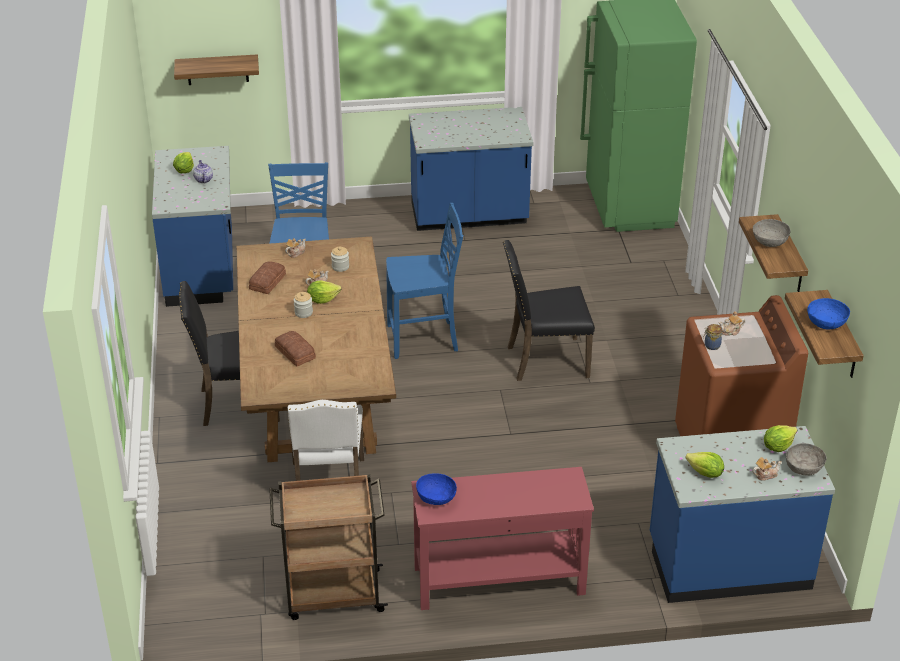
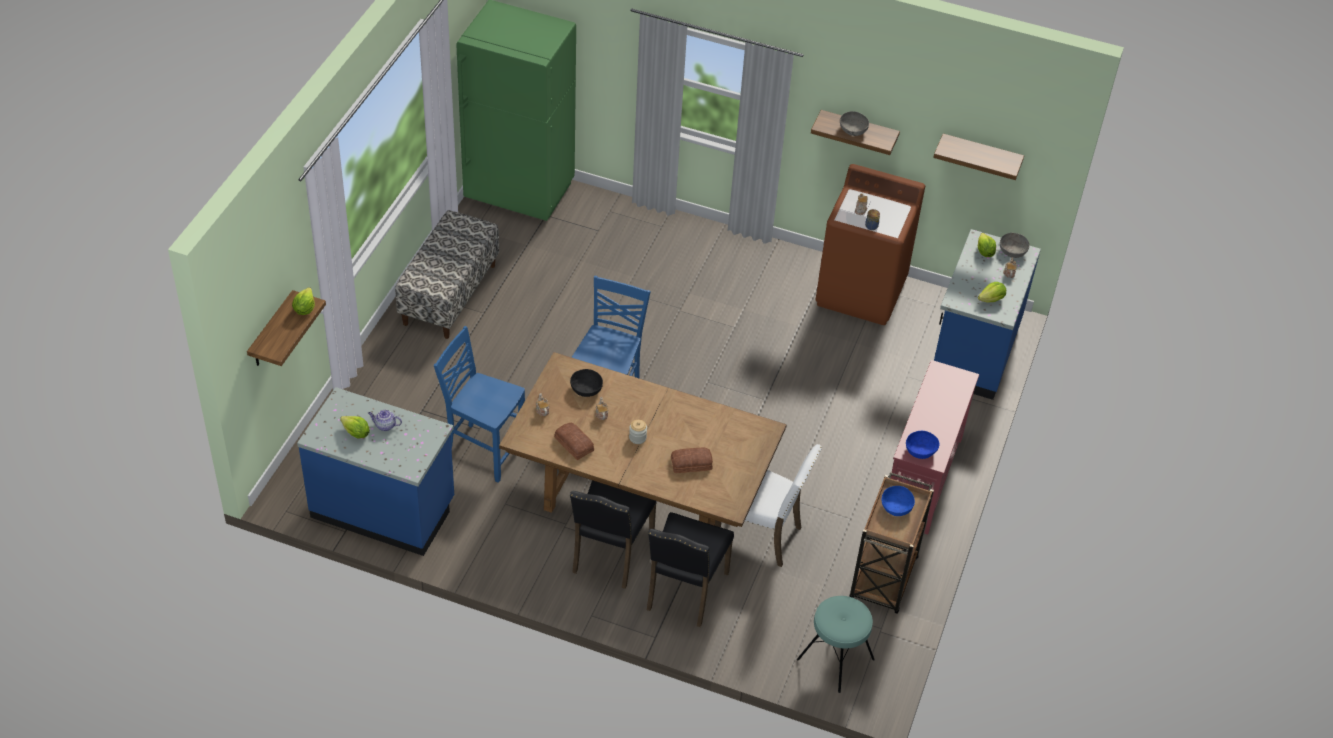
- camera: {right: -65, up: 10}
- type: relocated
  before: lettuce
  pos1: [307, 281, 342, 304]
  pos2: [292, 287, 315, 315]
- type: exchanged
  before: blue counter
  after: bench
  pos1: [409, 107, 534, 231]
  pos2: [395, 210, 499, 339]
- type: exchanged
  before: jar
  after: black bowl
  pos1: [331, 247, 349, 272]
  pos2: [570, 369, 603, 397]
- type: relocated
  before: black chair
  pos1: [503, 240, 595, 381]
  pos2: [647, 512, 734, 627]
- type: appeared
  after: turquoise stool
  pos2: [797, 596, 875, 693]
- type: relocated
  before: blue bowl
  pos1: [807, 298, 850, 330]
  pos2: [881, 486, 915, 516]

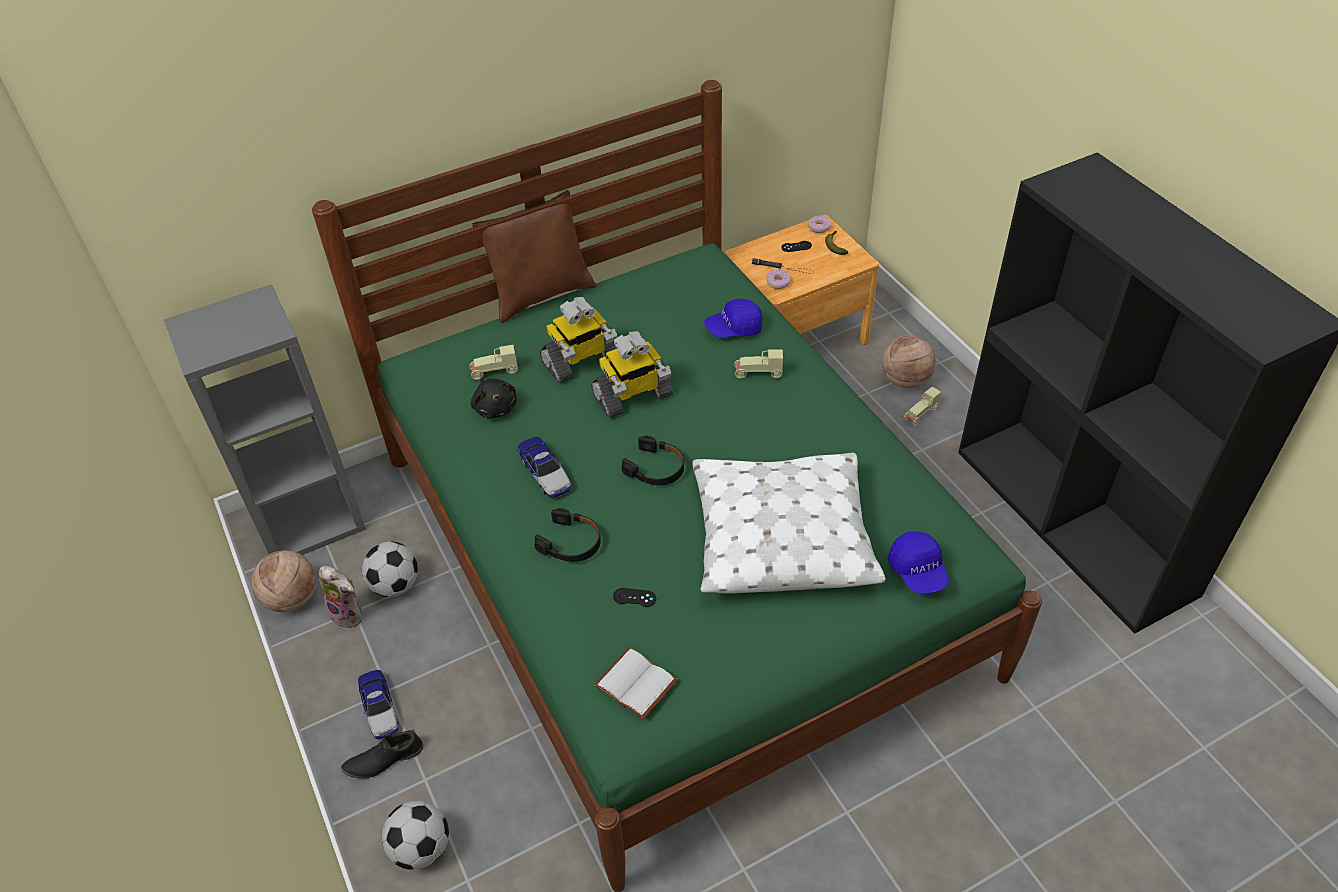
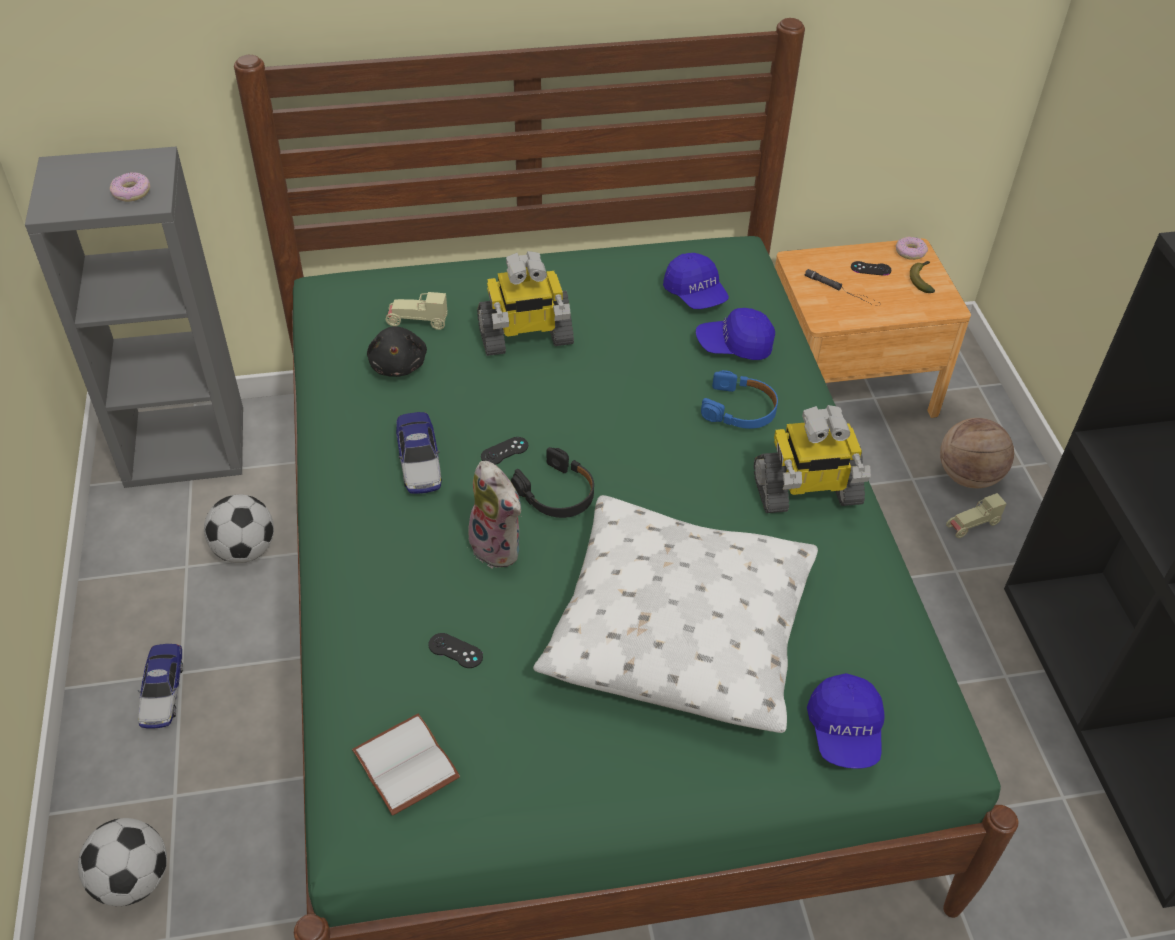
- camera: {right: 15, up: 0}
- type: relocated
  before: donut
  pos1: [766, 269, 791, 289]
  pos2: [110, 172, 151, 202]
- type: relocated
  before: plush toy
  pos1: [319, 566, 363, 629]
  pos2: [466, 461, 522, 568]
- type: appeared
  after: black game controller
  pos2: [481, 437, 528, 465]
- type: appeared
  after: blue cap
  pos2: [663, 253, 729, 309]
- type: exchanged
  before: beige toy car
  after: blue headphones
  pos1: [734, 349, 783, 379]
  pos2: [701, 370, 778, 429]
- type: relocated
  before: toy robot
  pos1: [591, 331, 673, 418]
  pos2: [754, 405, 871, 513]
- type: missing
  before: basketball
  pos1: [252, 550, 316, 612]
- type: missing
  before: black shoe
  pos1: [341, 729, 423, 779]
- type: missing
  before: brown pillow
  pos1: [472, 190, 597, 323]
- type: missing
  before: black headphones
  pos1: [534, 508, 601, 562]

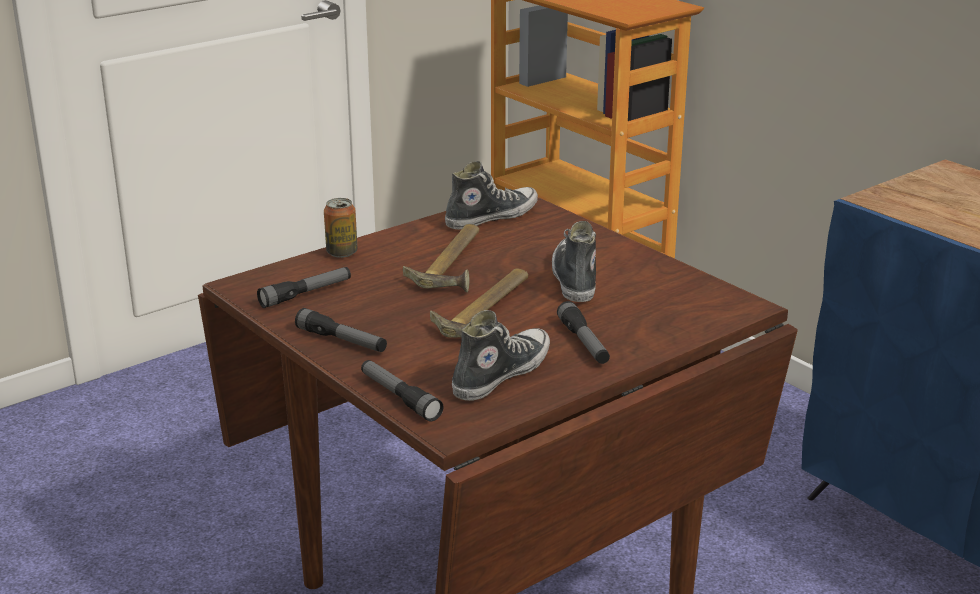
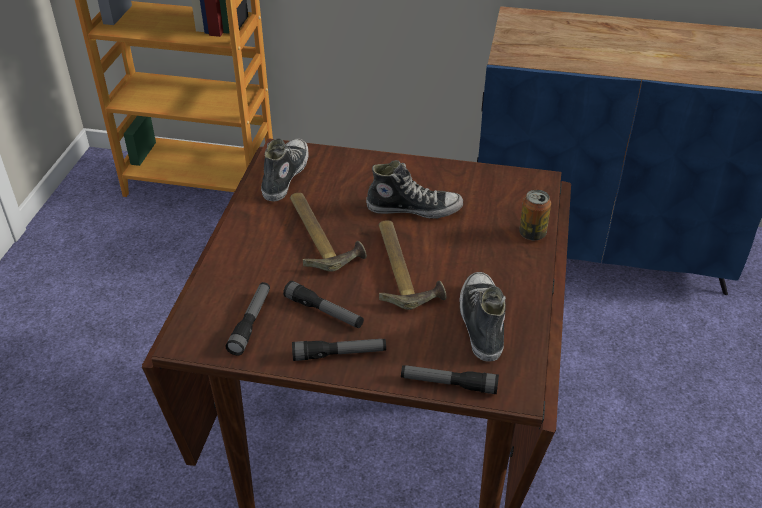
- camera: {right: -40, up: 15}
- type: relocated
  before: flashlight
  pos1: [557, 301, 610, 364]
  pos2: [283, 281, 364, 328]
- type: spun
  before: shoe
  pos1: [552, 221, 596, 302]
  pos2: [366, 160, 463, 219]
  turn: 135
- type: relocated
  before: can
  pos1: [324, 198, 358, 258]
  pos2: [519, 190, 551, 240]

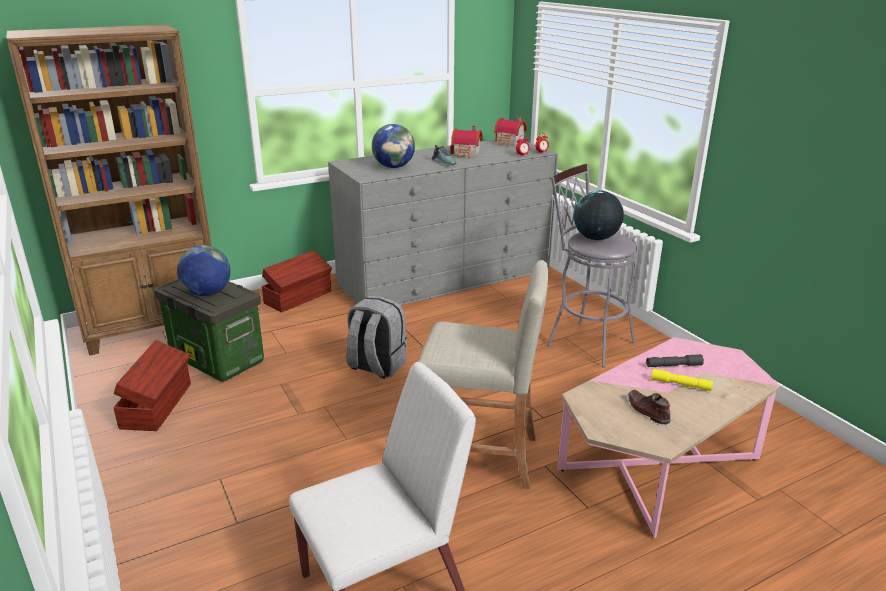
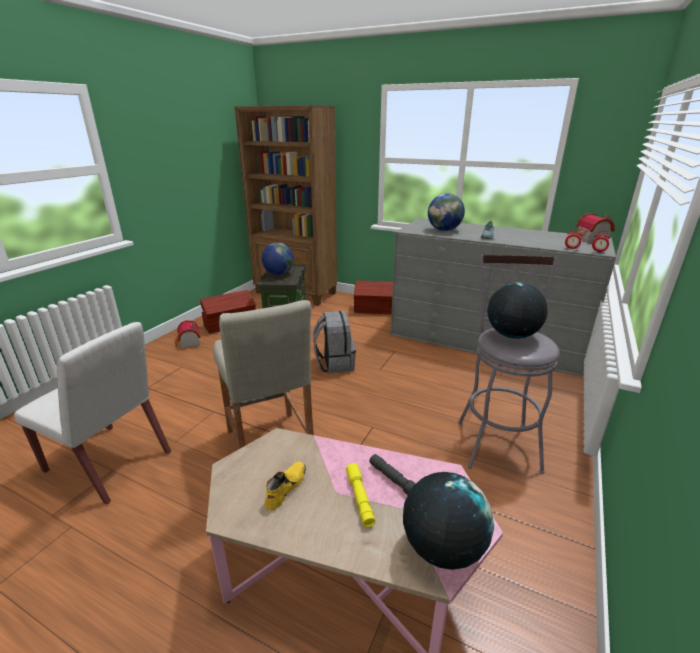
- camera: {right: 55, up: 0}
- type: relocated
  before: toy house
  pos1: [451, 126, 483, 159]
  pos2: [175, 320, 200, 349]
- type: colour
  before: brown shoe
  after: yellow shoe
  pos1: [629, 390, 670, 425]
  pos2: [264, 462, 306, 510]
- type: appeared
  after: globe
  pos2: [403, 472, 494, 570]

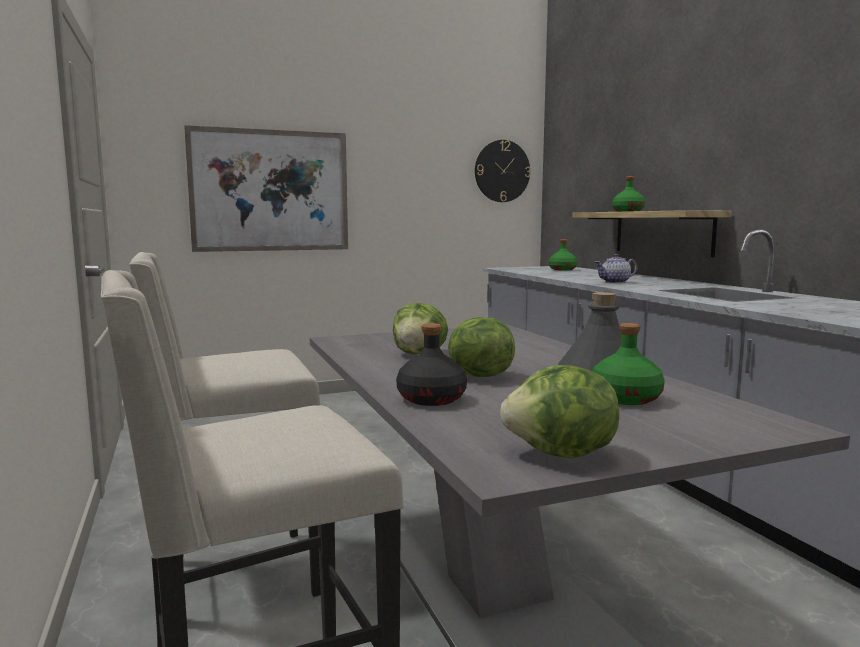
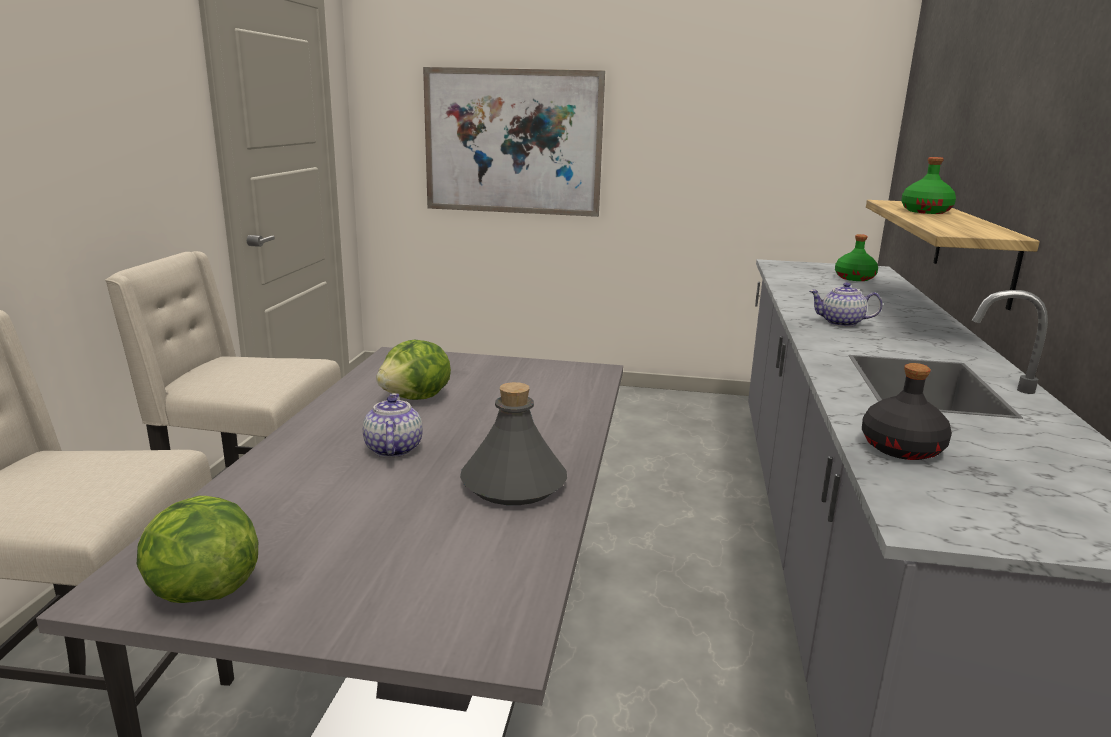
- camera: {right: 30, up: 10}
- type: exchanged
  before: lettuce
  after: teapot
  pos1: [448, 317, 515, 377]
  pos2: [363, 393, 423, 458]
- type: relocated
  before: black bottle
  pos1: [396, 323, 467, 406]
  pos2: [862, 363, 952, 460]
- type: missing
  before: wall clock
  pos1: [475, 140, 531, 202]
- type: missing
  before: green bottle
  pos1: [592, 323, 665, 405]

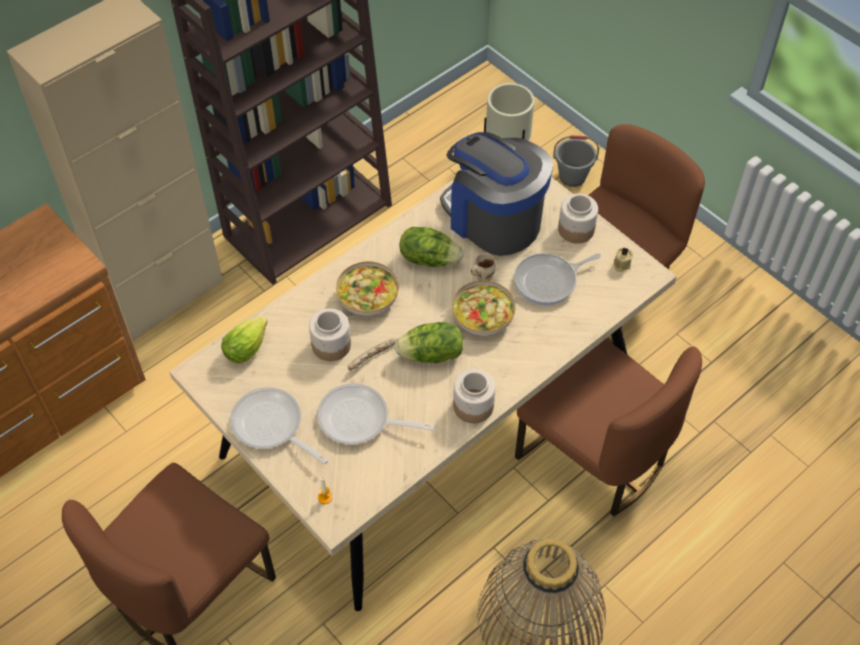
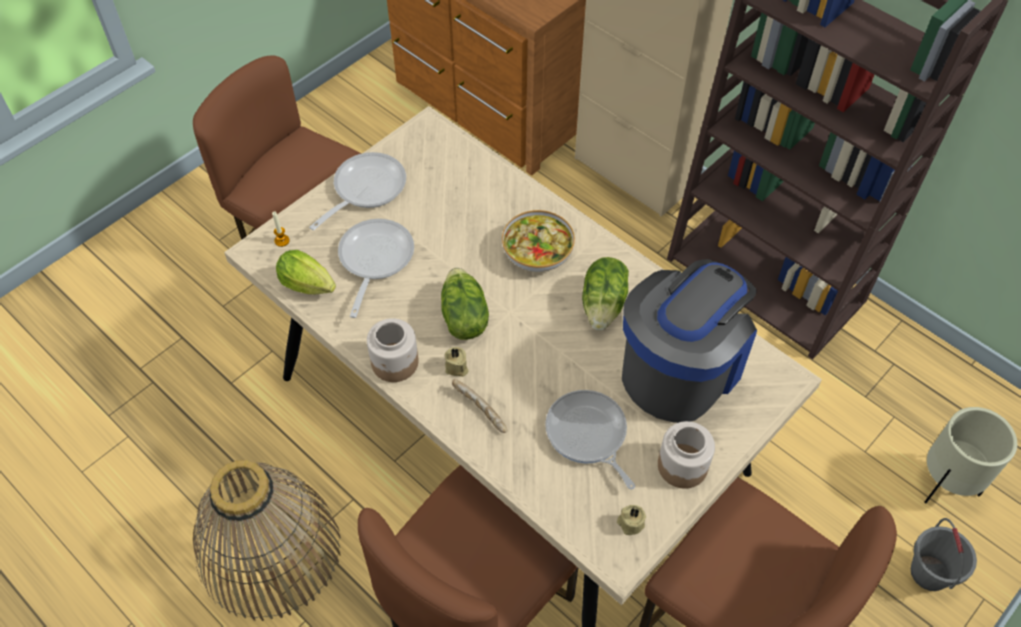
- camera: {right: 85, up: 0}
- type: relocated
  before: lettuce
  pos1: [221, 316, 267, 364]
  pos2: [276, 250, 336, 295]
- type: appeared
  after: beige candle
  pos2: [445, 347, 468, 377]
- type: relocated
  before: bread
  pos1: [348, 338, 398, 370]
  pos2: [452, 379, 507, 433]
- type: missing
  before: jar
  pos1: [309, 309, 351, 361]
- type: missing
  before: bowl
  pos1: [452, 280, 515, 336]
- type: missing
  before: beige mug
  pos1: [471, 253, 496, 281]

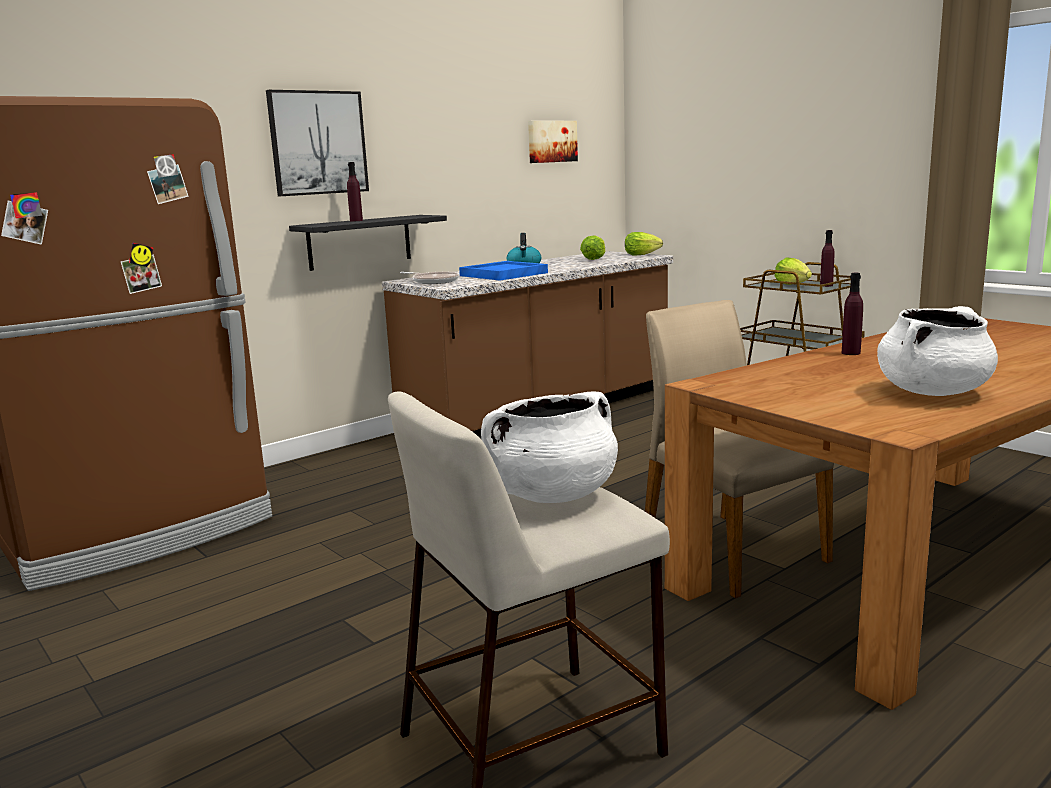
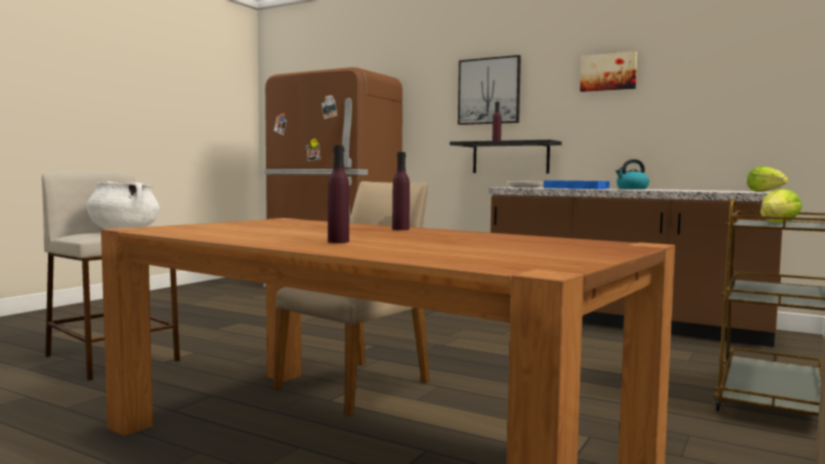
- camera: {right: 70, up: -10}
- type: relocated
  before: purple bottle
  pos1: [820, 230, 835, 287]
  pos2: [328, 145, 349, 243]
- type: relocated
  before: picture
  pos1: [528, 121, 578, 163]
  pos2: [580, 51, 637, 92]
- type: missing
  before: lettuce
  pos1: [580, 235, 605, 260]
- type: missing
  before: white cooking pot
  pos1: [877, 306, 998, 396]

